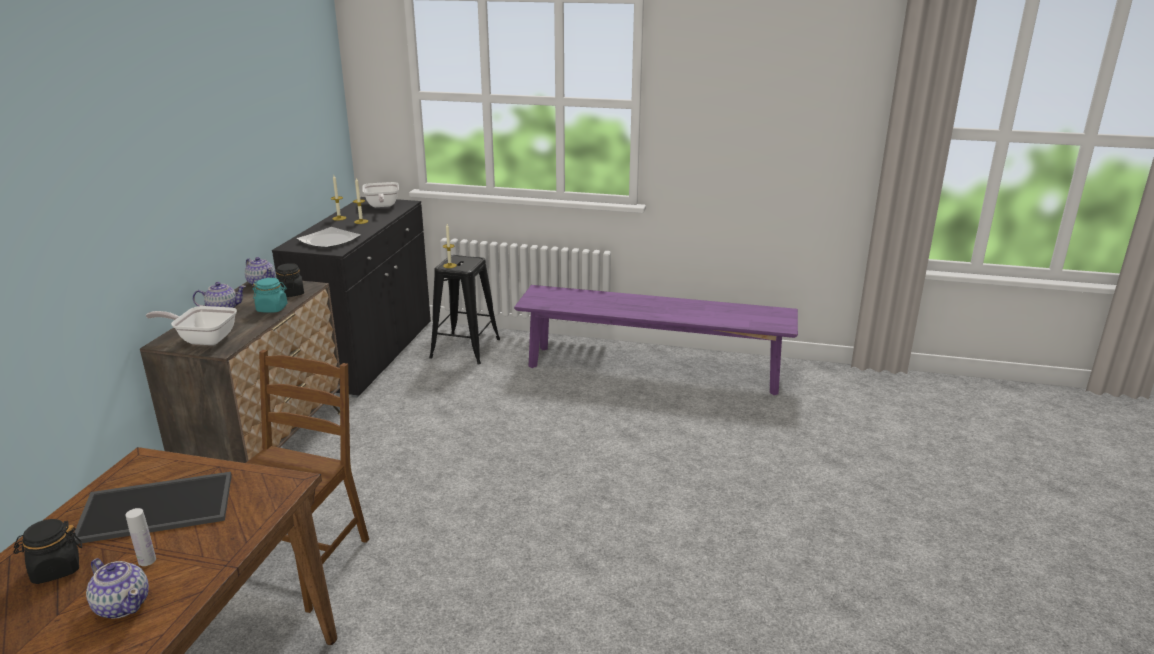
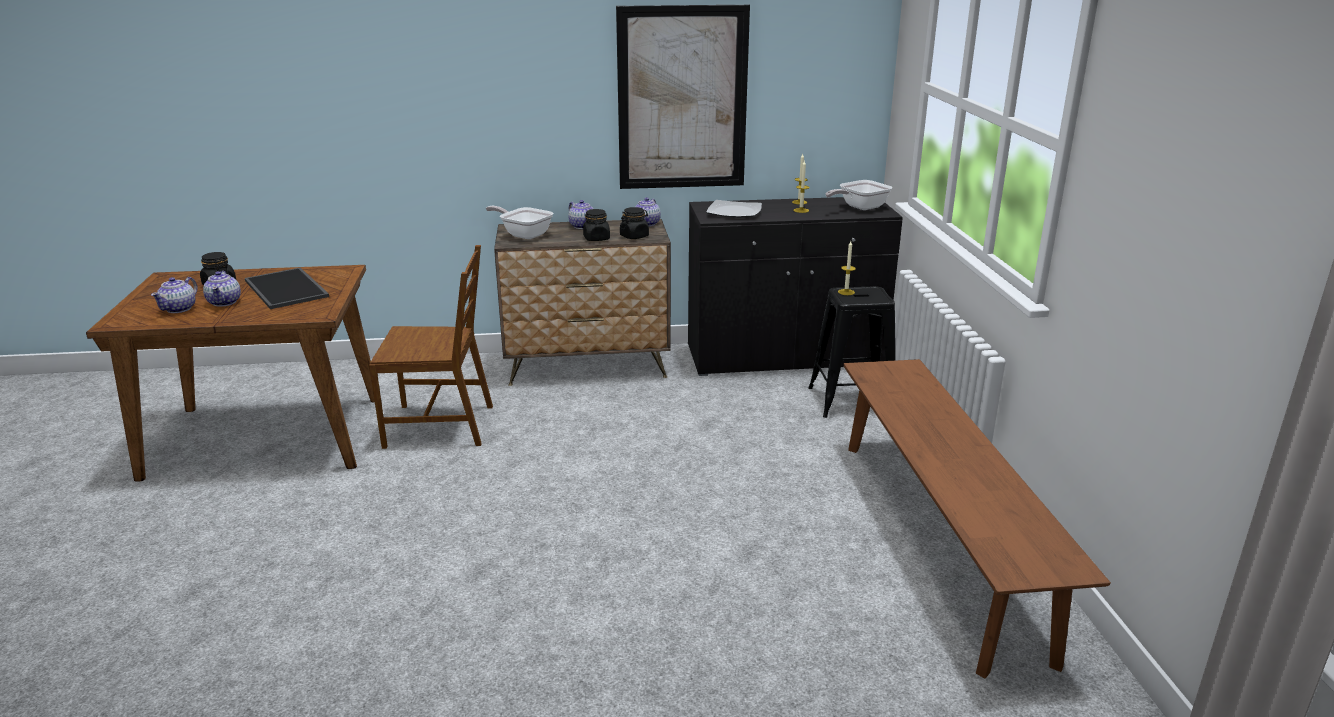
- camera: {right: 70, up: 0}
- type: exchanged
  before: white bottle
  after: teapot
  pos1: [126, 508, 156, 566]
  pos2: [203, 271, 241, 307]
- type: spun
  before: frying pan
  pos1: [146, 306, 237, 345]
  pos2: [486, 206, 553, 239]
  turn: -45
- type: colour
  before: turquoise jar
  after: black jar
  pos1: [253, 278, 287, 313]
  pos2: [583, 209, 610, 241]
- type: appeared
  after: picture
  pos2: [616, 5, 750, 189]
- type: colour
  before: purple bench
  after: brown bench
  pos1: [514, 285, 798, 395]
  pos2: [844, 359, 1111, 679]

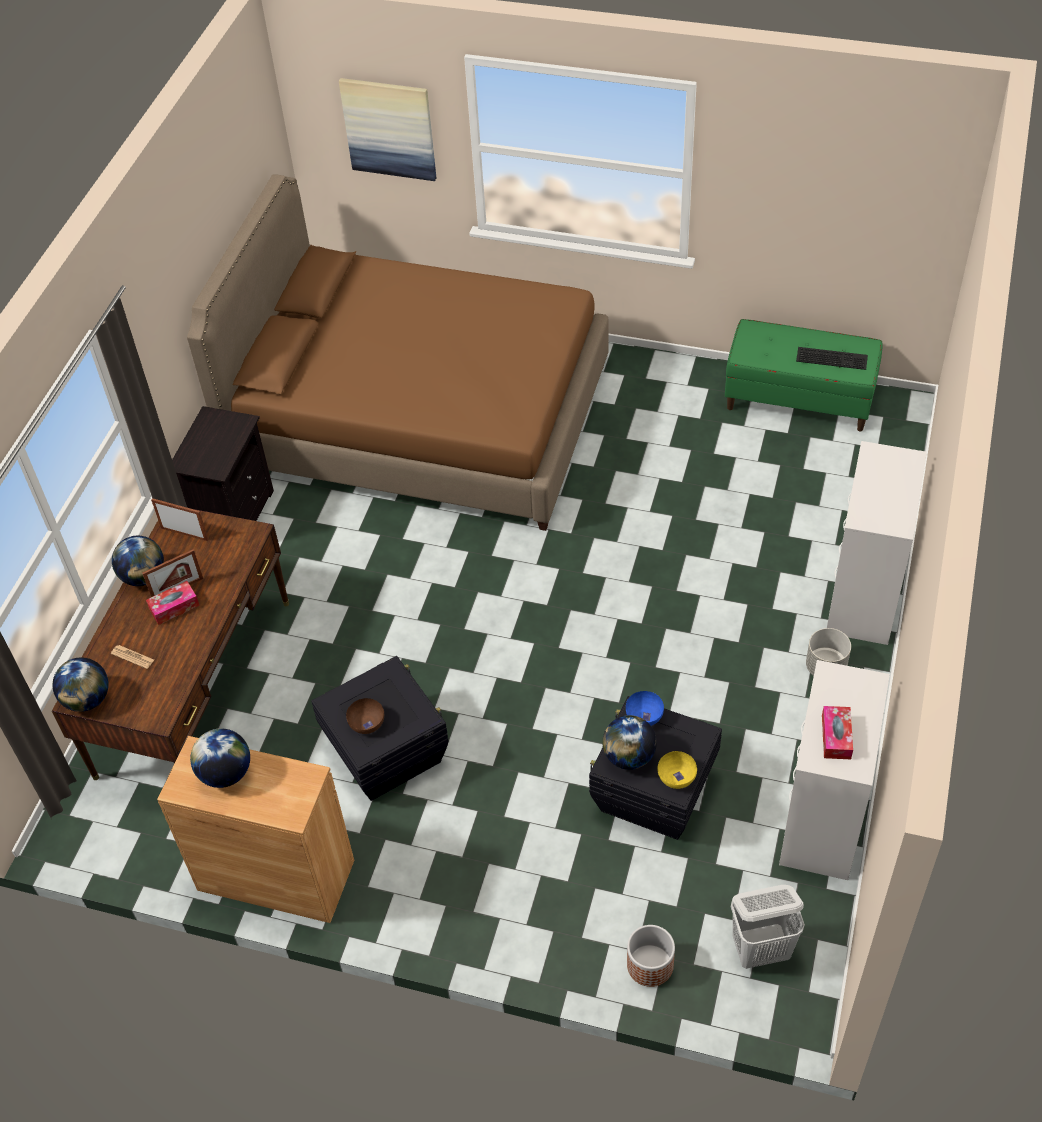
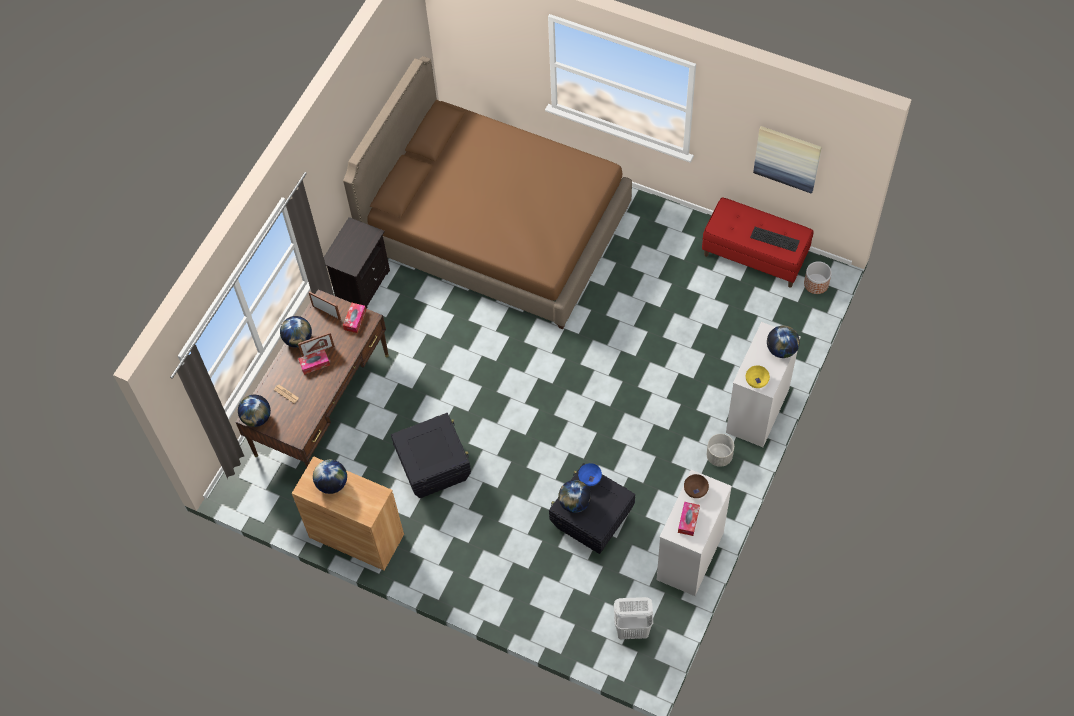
- camera: {right: 10, up: 10}
- type: appeared
  after: tissue box
  pos2: [343, 303, 366, 333]
- type: relocated
  before: brown bowl
  pos1: [346, 698, 384, 734]
  pos2: [684, 474, 709, 498]
- type: colour
  before: green bench
  after: red bench
  pos1: [725, 319, 883, 432]
  pos2: [702, 197, 813, 288]
- type: relocated
  before: yellow bowl
  pos1: [657, 751, 697, 789]
  pos2: [746, 366, 770, 388]
- type: relocated
  before: picture
  pos1: [339, 78, 436, 181]
  pos2: [753, 126, 822, 194]
- type: appeared
  after: globe
  pos2: [767, 325, 800, 358]
- type: relocated
  before: planter
  pos1: [627, 925, 675, 987]
  pos2: [804, 261, 832, 294]

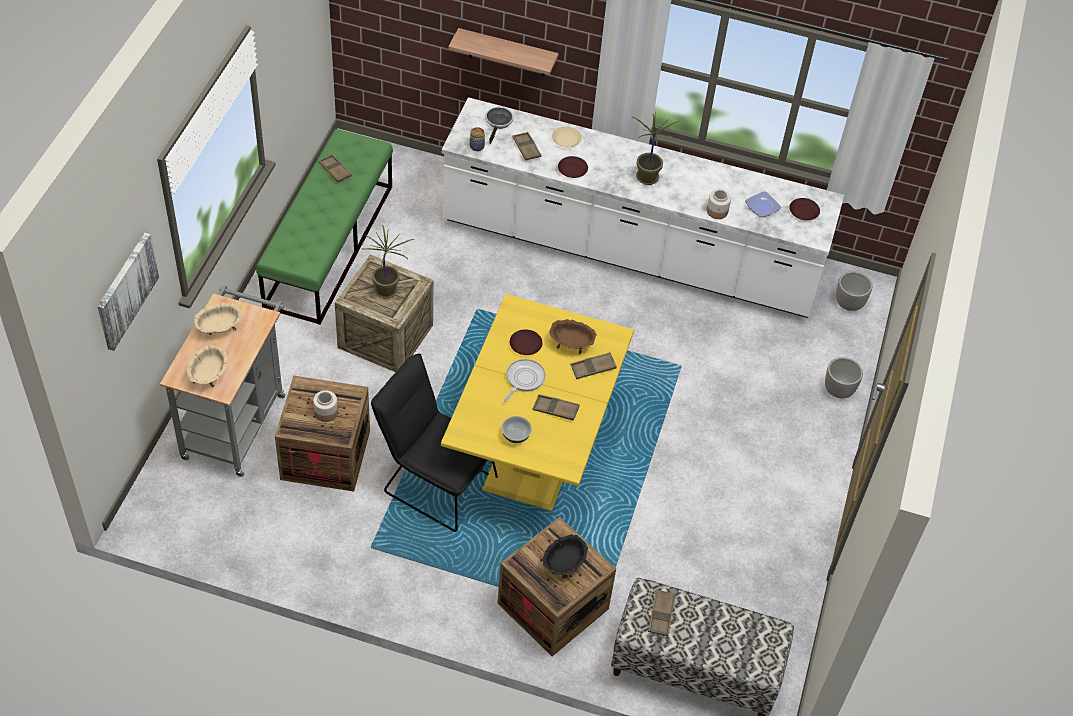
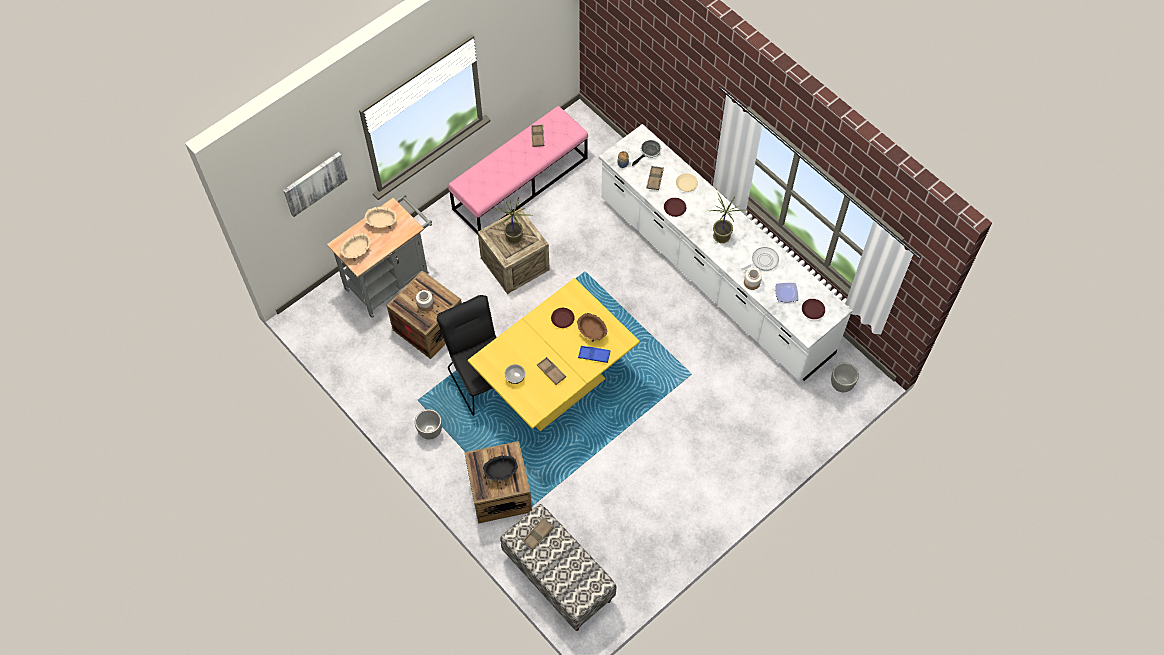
- camera: {right: 35, up: 10}
- type: relocated
  before: planter
  pos1: [825, 357, 863, 398]
  pos2: [415, 409, 442, 439]
- type: colour
  before: green bench
  after: pink bench
  pos1: [256, 129, 393, 325]
  pos2: [448, 106, 588, 235]
- type: colour
  before: brown tray
  after: blue tray
  pos1: [570, 352, 617, 379]
  pos2: [578, 346, 610, 363]
- type: relocated
  before: frying pan
  pos1: [504, 359, 545, 402]
  pos2: [741, 247, 779, 271]
- type: missing
  before: shelf
  pos1: [448, 28, 559, 76]

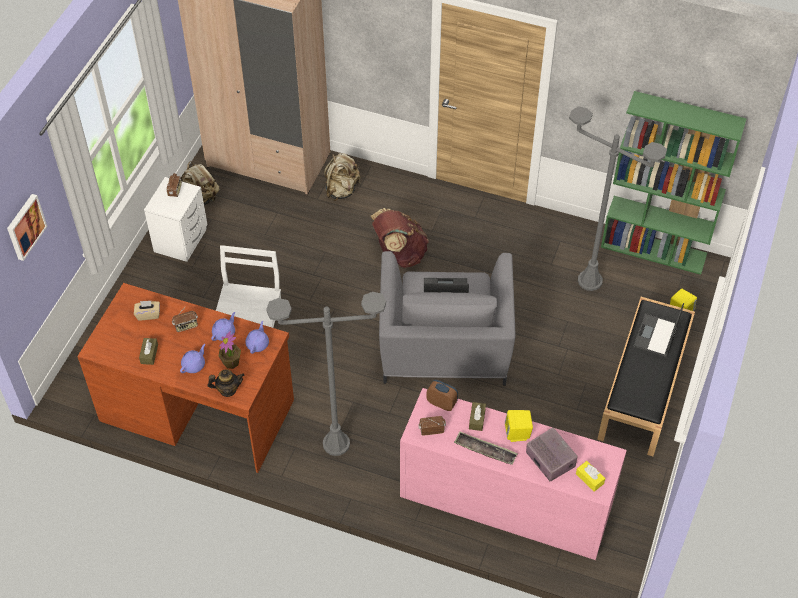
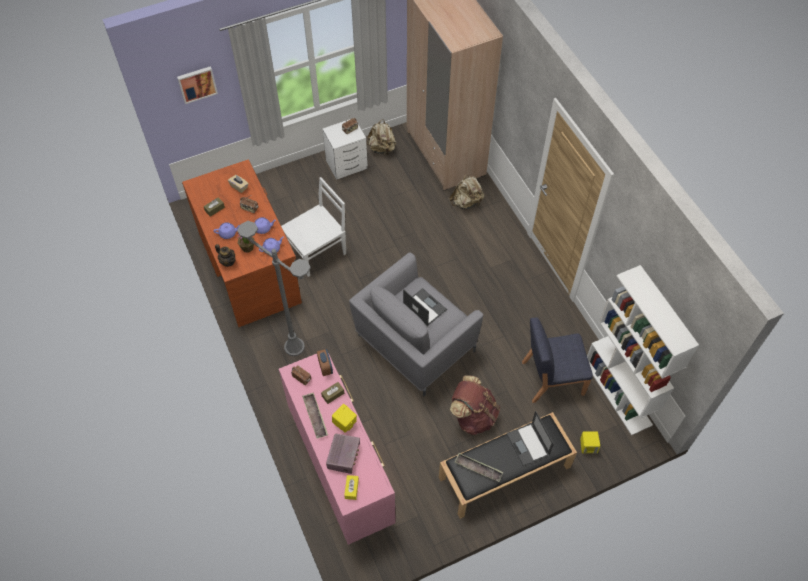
- camera: {right: 45, up: 5}
- type: relocated
  before: brown backpack
  pos1: [371, 208, 429, 268]
  pos2: [450, 375, 500, 435]
- type: appeared
  after: tray
  pos2: [455, 453, 503, 482]
- type: spun
  before: laptop
  pos1: [633, 303, 684, 357]
  pos2: [506, 411, 554, 466]
  turn: -90
- type: exchanged
  before: grey floor lamp
  after: blue chair
  pos1: [569, 106, 667, 291]
  pos2: [522, 317, 593, 403]
- type: colour
  before: green bookcase
  after: white bookcase
  pos1: [601, 91, 747, 275]
  pos2: [587, 265, 699, 435]

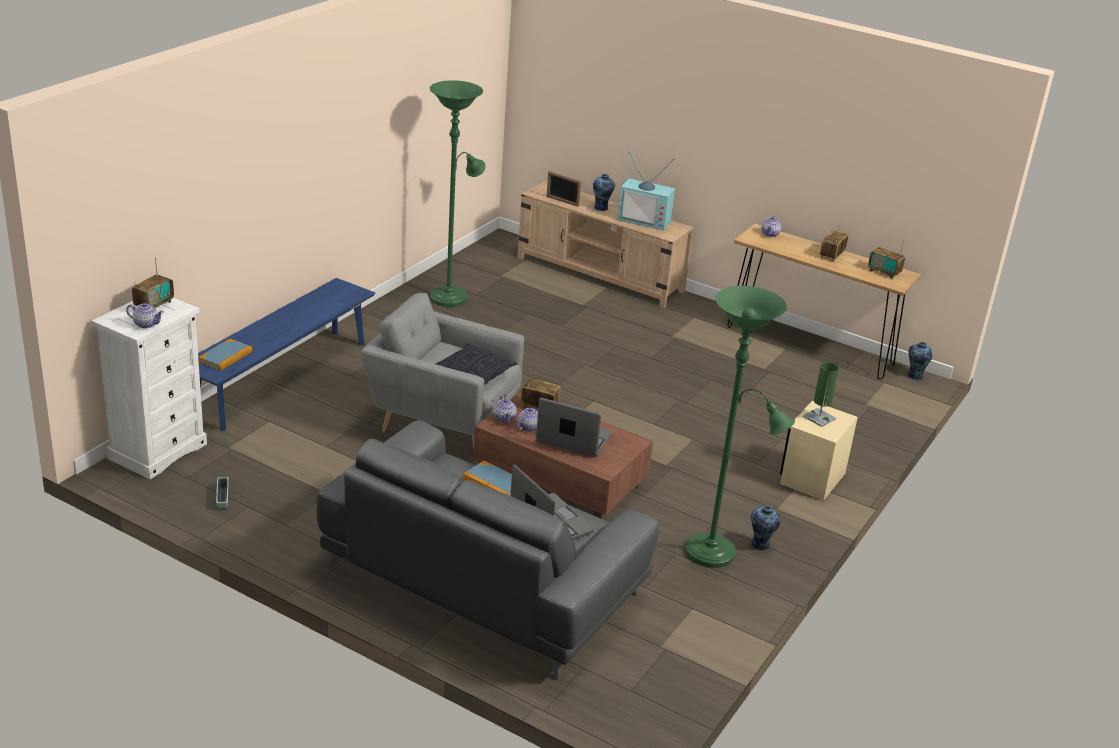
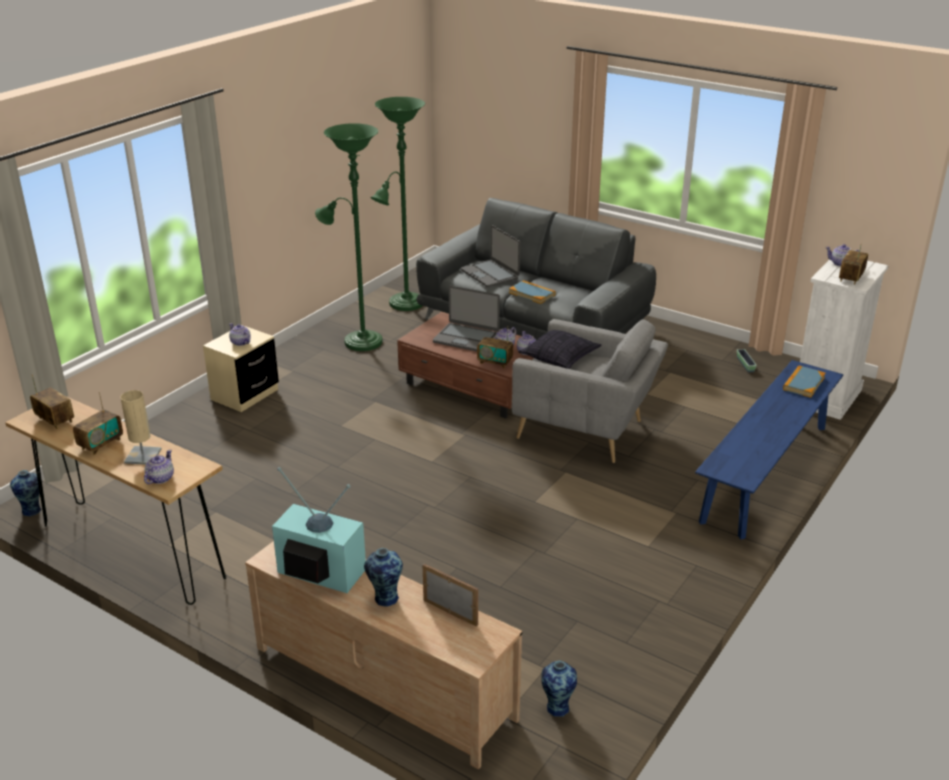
- camera: {right: -175, up: 0}
- type: appeared
  after: beige table lamp
  pos2: [120, 390, 161, 465]
- type: exchanged
  before: green table lamp
  after: teapot
  pos1: [803, 362, 839, 427]
  pos2: [229, 323, 251, 346]
- type: relocated
  before: green floor lamp
  pos1: [429, 80, 486, 307]
  pos2: [370, 97, 425, 311]
- type: relocated
  before: vase
  pos1: [751, 505, 780, 551]
  pos2: [542, 661, 577, 717]

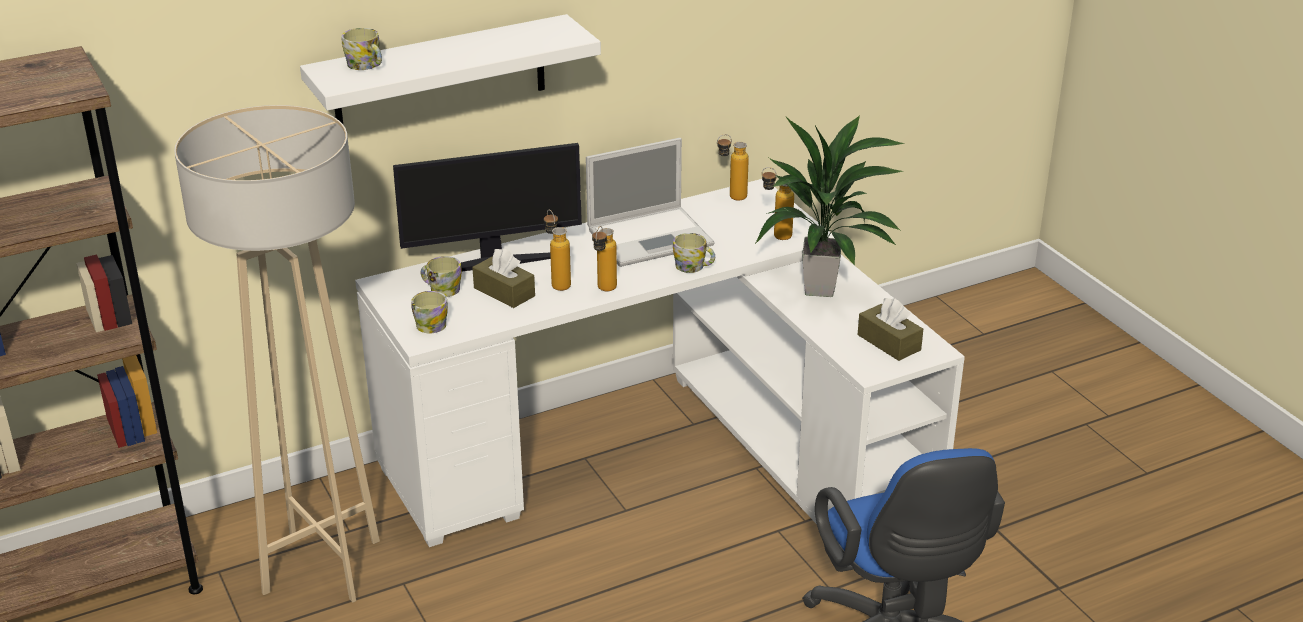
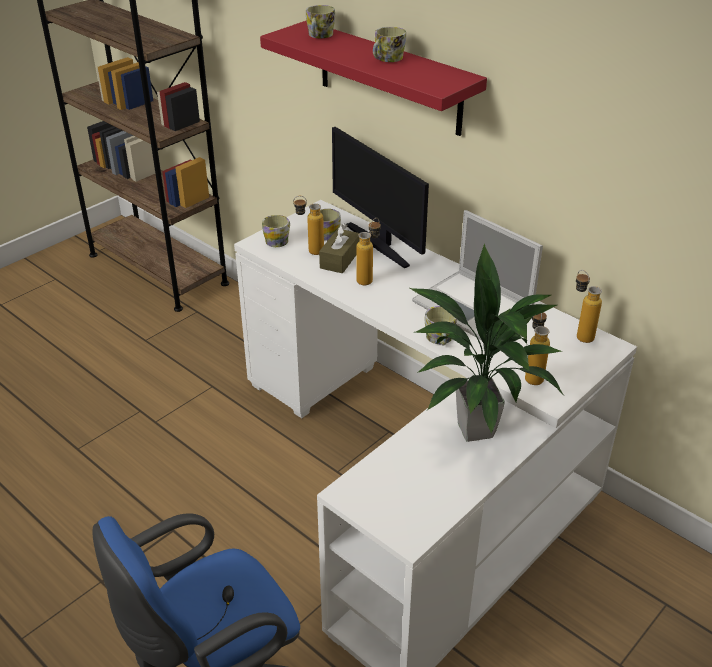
- camera: {right: 70, up: 5}
- type: colour
  before: white shelf
  after: red shelf
  pos1: [300, 14, 601, 124]
  pos2: [260, 21, 487, 136]
- type: relocated
  before: bottle
  pos1: [592, 226, 617, 291]
  pos2: [293, 196, 324, 255]
- type: appeared
  after: mug
  pos2: [373, 27, 406, 62]
- type: missing
  before: beige floor lamp
  pos1: [174, 105, 380, 603]
- type: missing
  before: brown tissue box
  pos1: [858, 298, 923, 361]

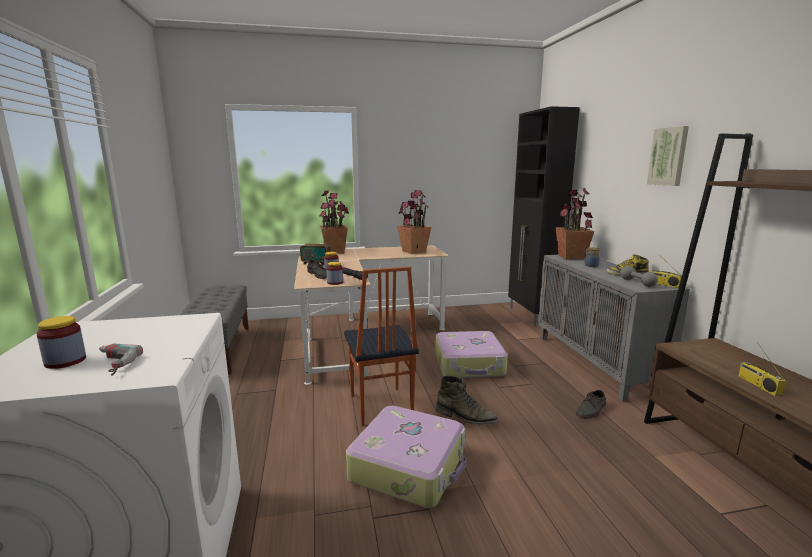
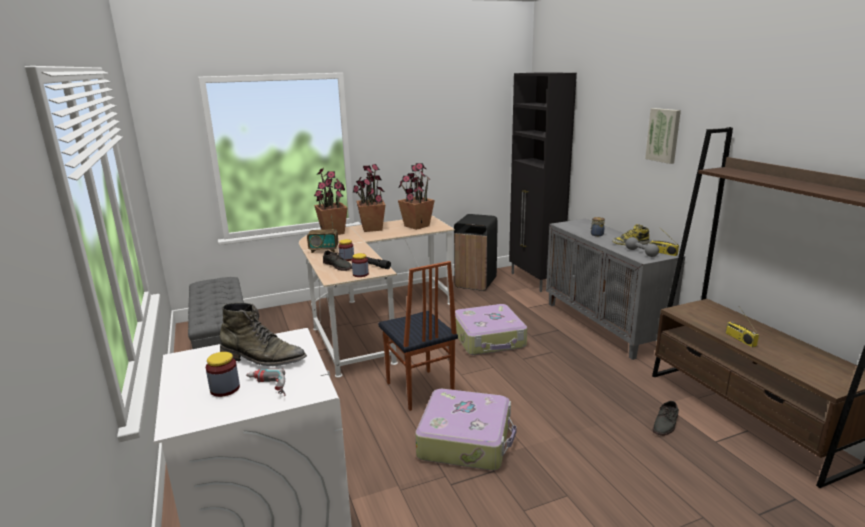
- camera: {right: -10, up: 5}
- type: relocated
  before: green boot
  pos1: [436, 376, 498, 425]
  pos2: [220, 303, 307, 366]
- type: relocated
  before: potted plant
  pos1: [555, 188, 594, 260]
  pos2: [353, 164, 385, 232]
- type: appeared
  after: black trash can
  pos2: [454, 214, 498, 291]
- type: relocated
  before: grey shoe
  pos1: [576, 390, 606, 419]
  pos2: [653, 401, 679, 436]

